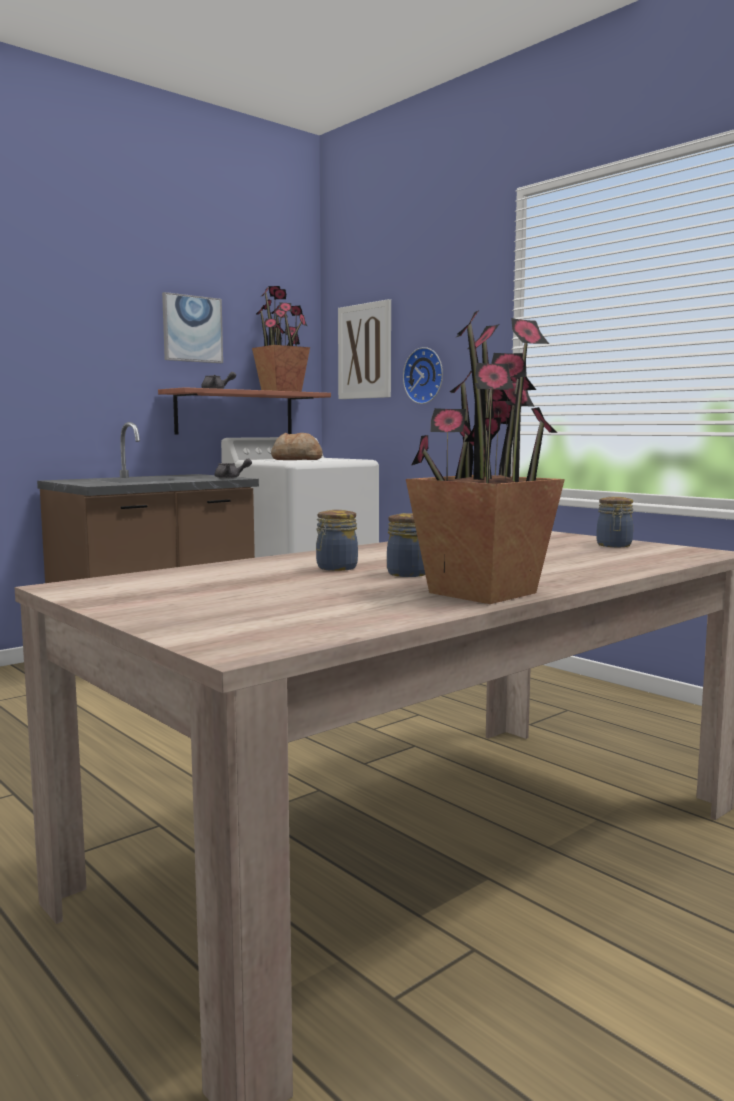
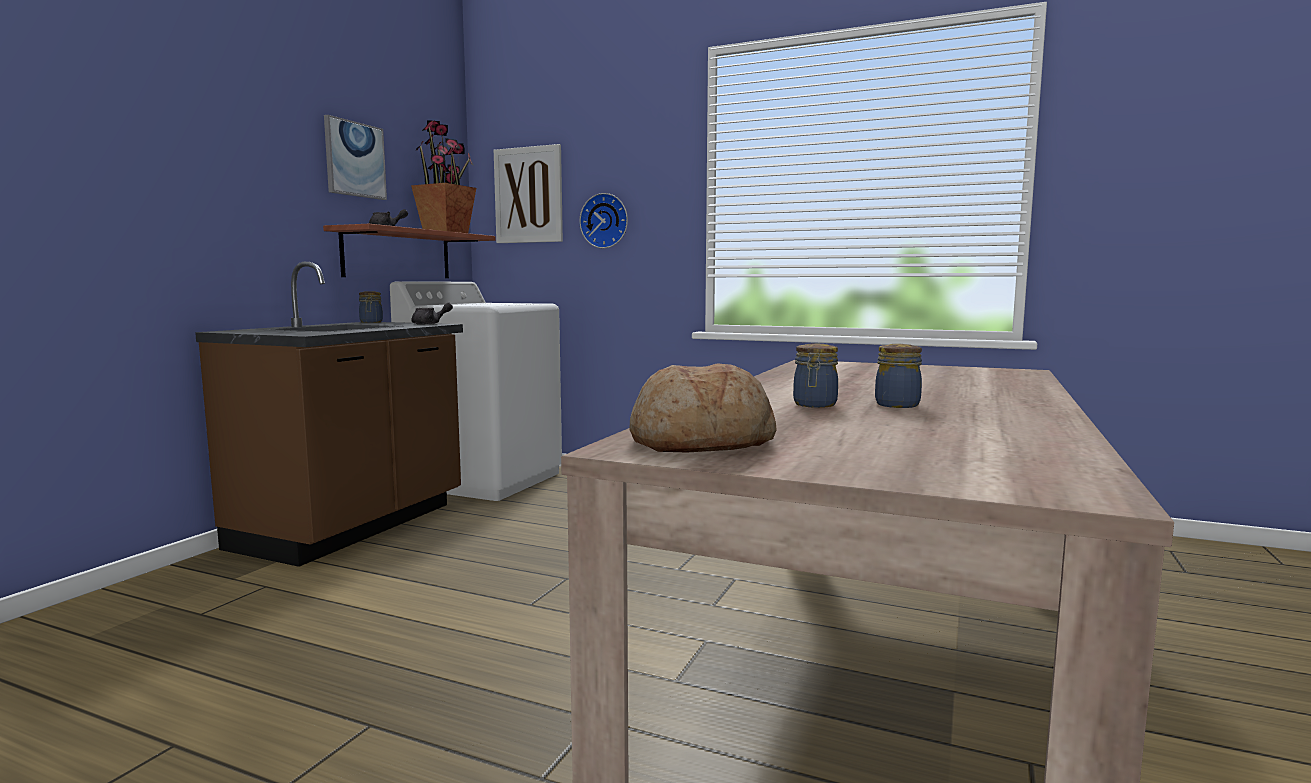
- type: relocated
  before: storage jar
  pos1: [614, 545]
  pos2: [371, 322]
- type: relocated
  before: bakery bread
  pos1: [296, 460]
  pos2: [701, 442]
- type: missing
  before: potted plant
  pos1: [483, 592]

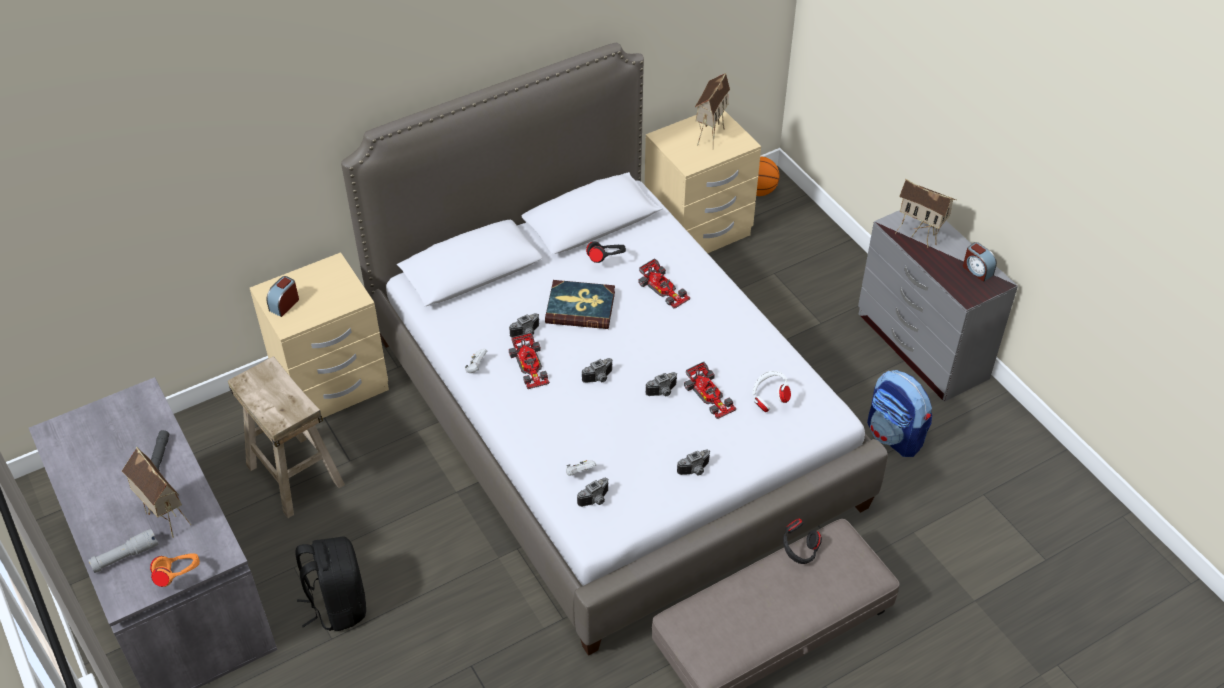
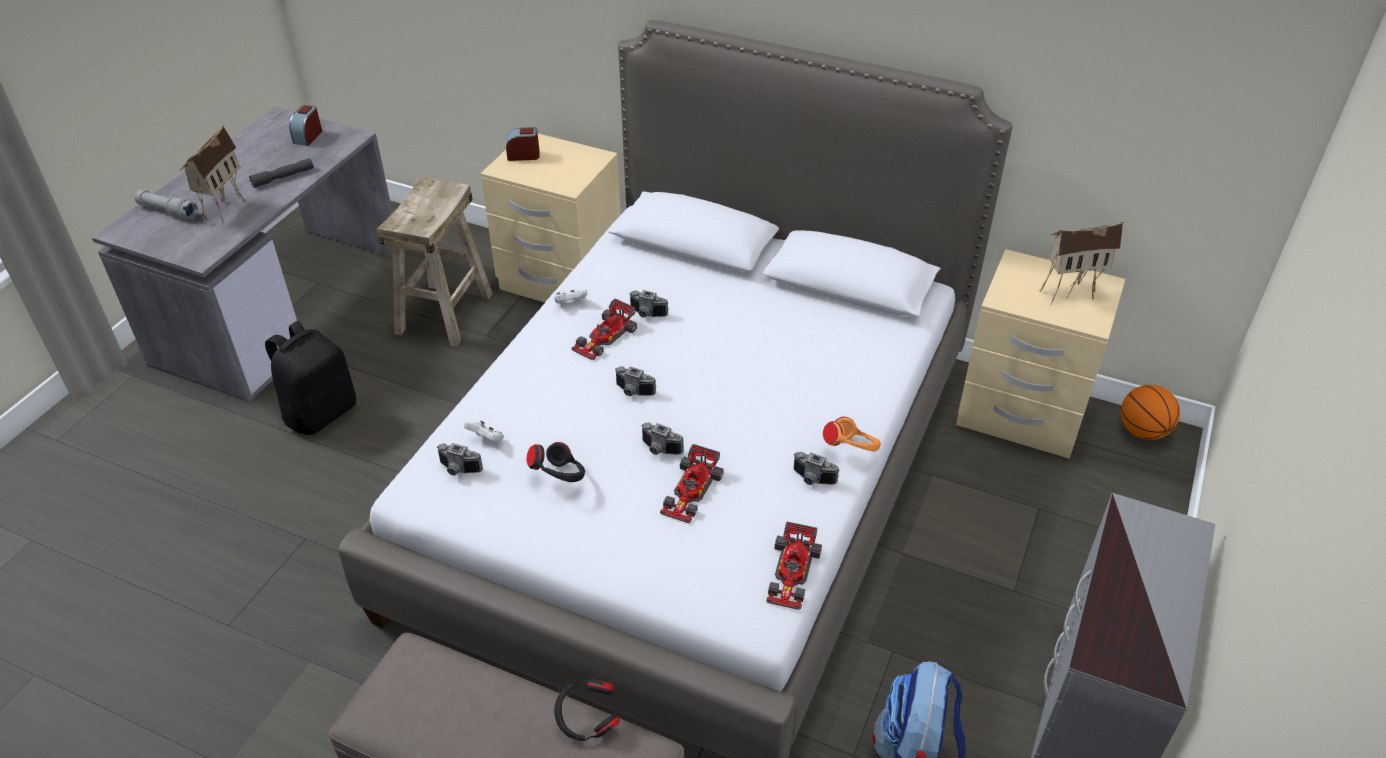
- type: relocated
  before: bedside clock
  pos1: [977, 270]
  pos2: [308, 136]
- type: relocated
  before: pair of headphones (blackish)
  pos1: [606, 260]
  pos2: [559, 477]
- type: relocated
  before: miniature car
  pos1: [664, 289]
  pos2: [792, 572]
- type: relocated
  before: still camera
  pos1: [695, 471]
  pos2: [812, 480]
- type: relocated
  before: pair of headphones (orange)
  pos1: [179, 576]
  pos2: [851, 450]
- type: missing
  before: book
  pos1: [580, 307]
- type: missing
  before: pair of headphones (whitish)
  pos1: [769, 399]
- type: missing
  before: toy house
  pos1: [919, 235]

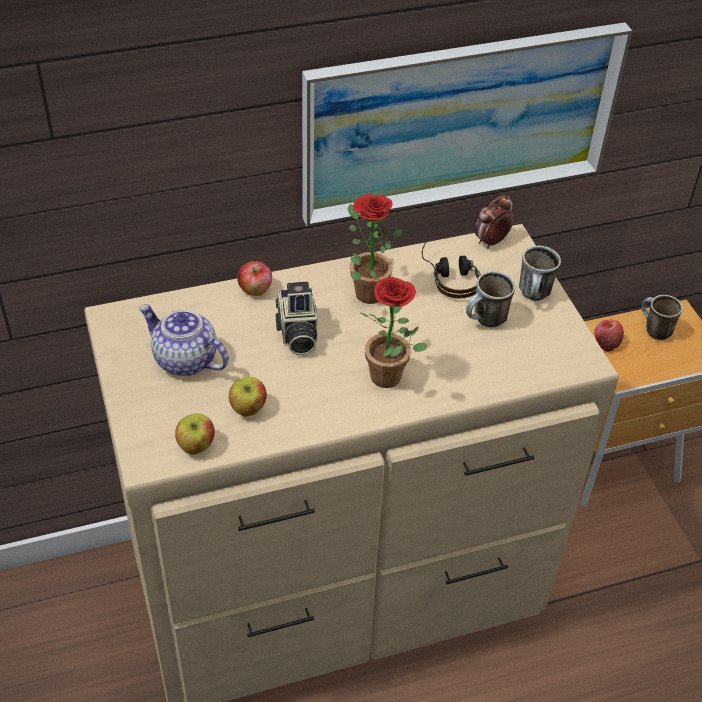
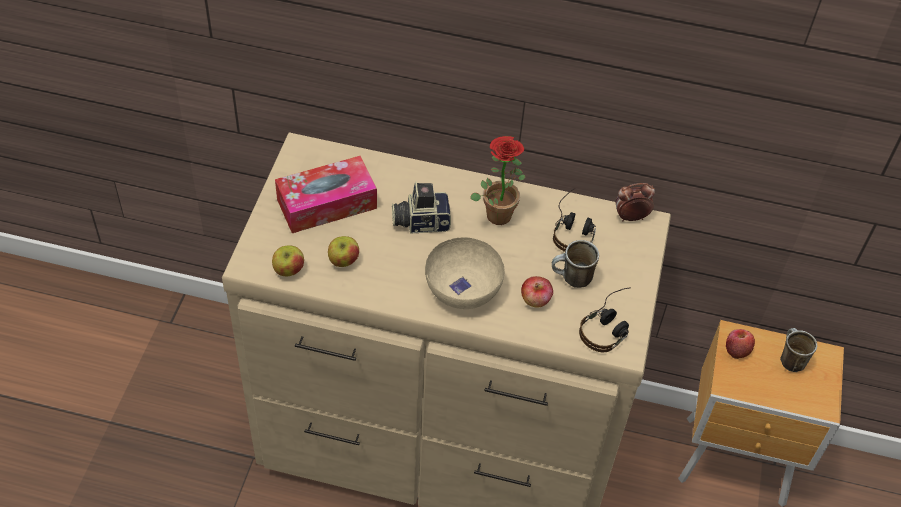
- type: exchanged
  before: pot for tea
  after: tissue holder
  pos1: [184, 360]
  pos2: [327, 204]
- type: spun
  before: still camera
  pos1: [296, 333]
  pos2: [420, 221]
  turn: 60
- type: exchanged
  before: potted plant
  after: serving bowl (beige-coloured)
  pos1: [392, 379]
  pos2: [462, 289]
- type: relocated
  before: whole apple
  pos1: [255, 289]
  pos2: [535, 300]
- type: appeared
  after: pair of headphones
  pos2: [609, 326]
- type: missing
  before: picture
  pos1: [460, 122]
- type: missing
  before: mug
  pos1: [535, 296]

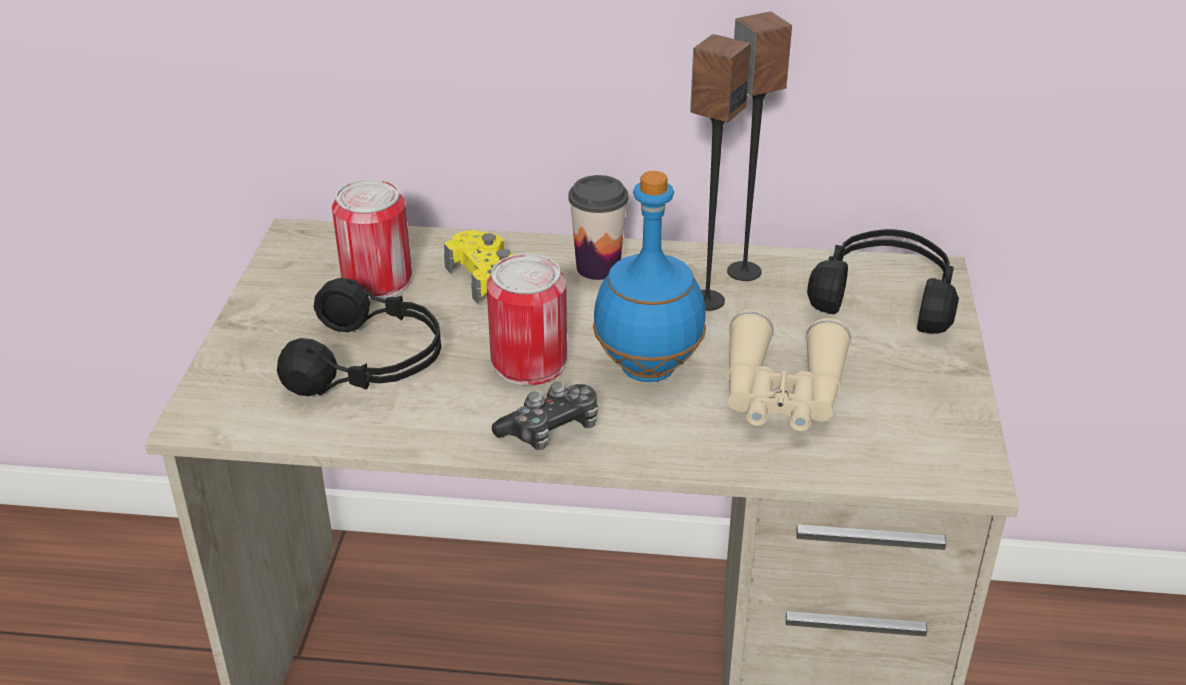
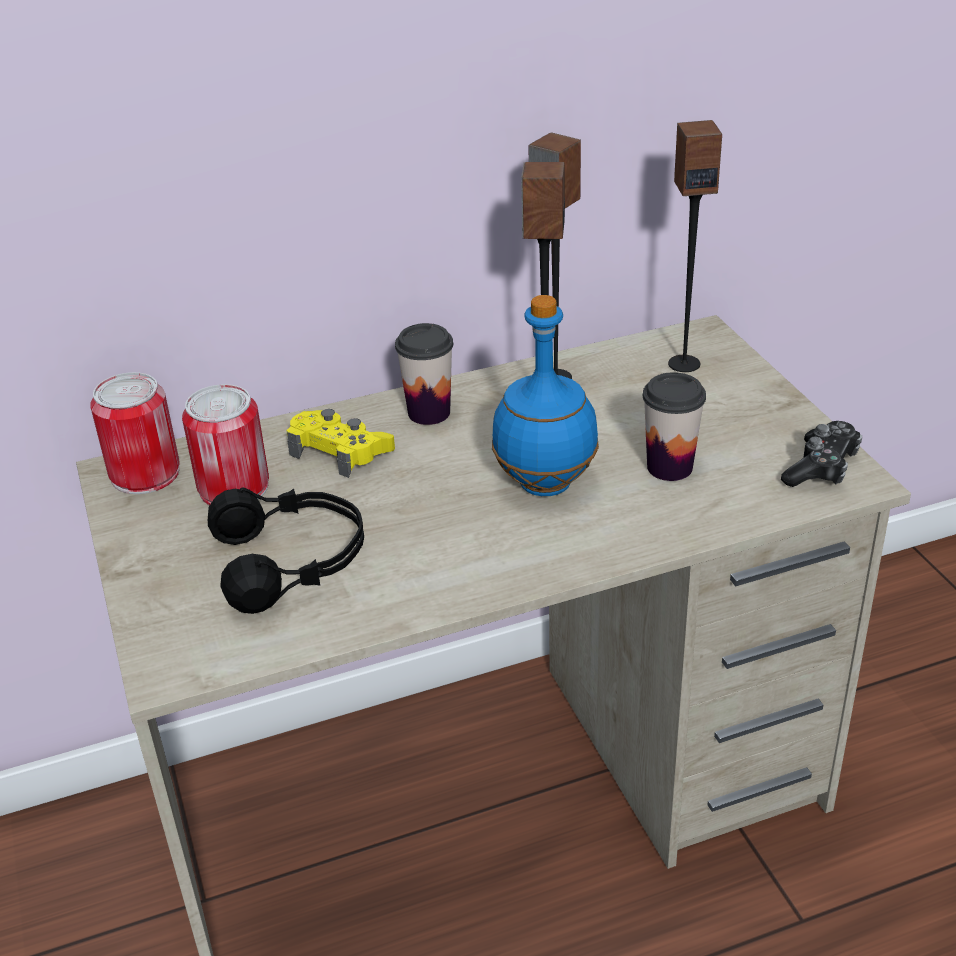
- type: relocated
  before: metal can
  pos1: [529, 363]
  pos2: [145, 474]
- type: exchanged
  before: field glasses (beige-coloured)
  after: cup
  pos1: [782, 393]
  pos2: [669, 467]
- type: exchanged
  before: pair of headphones (blackish)
  after: speaker
  pos1: [886, 296]
  pos2: [684, 363]
- type: relocated
  before: joypad
  pos1: [551, 429]
  pos2: [821, 467]

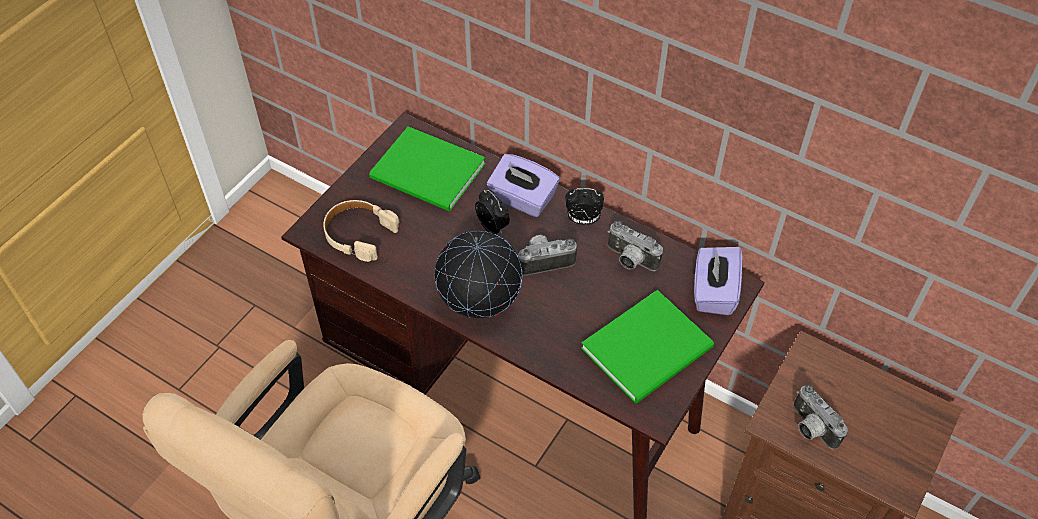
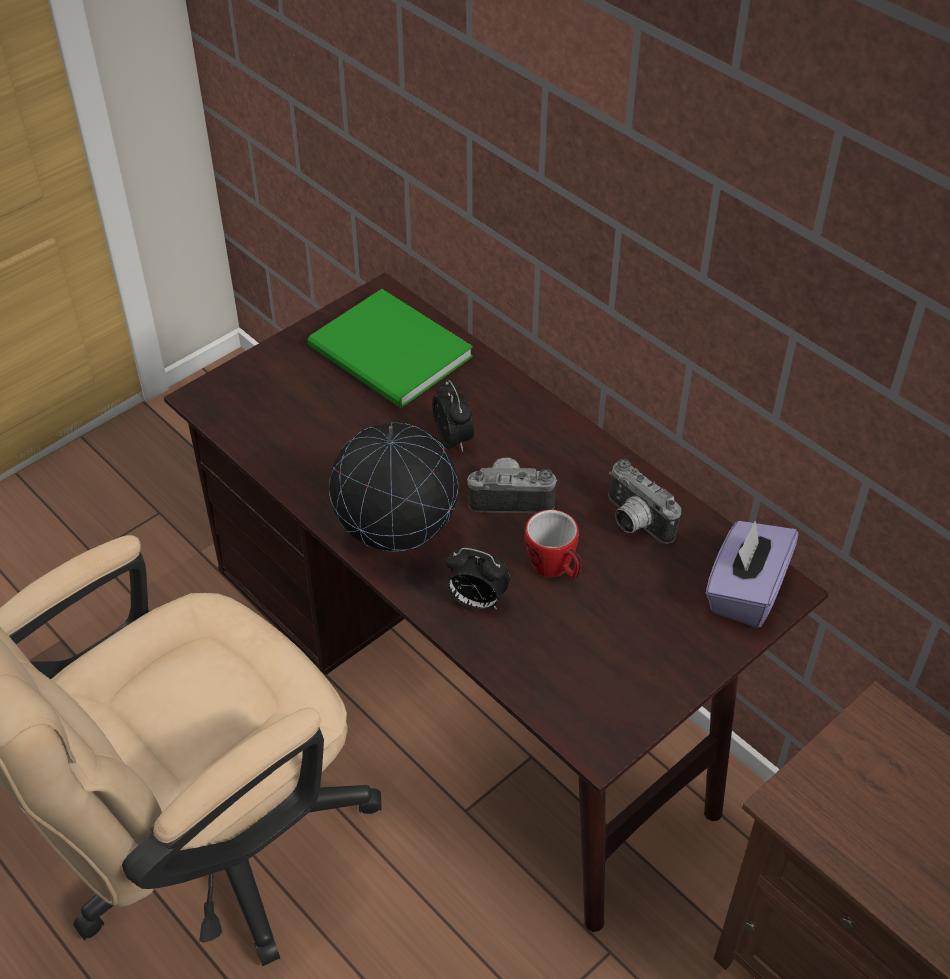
- type: relocated
  before: bedside clock
  pos1: [582, 220]
  pos2: [476, 601]
- type: appeared
  after: mug
  pos2: [555, 568]
- type: missing
  before: pair of headphones (beige-coloured)
  pos1: [359, 234]
- type: missing
  before: tissue holder (purple)
  pos1: [522, 199]
- type: missing
  before: book (green-coloured)
  pos1: [651, 348]
- type: missing
  before: still camera
  pos1: [810, 428]

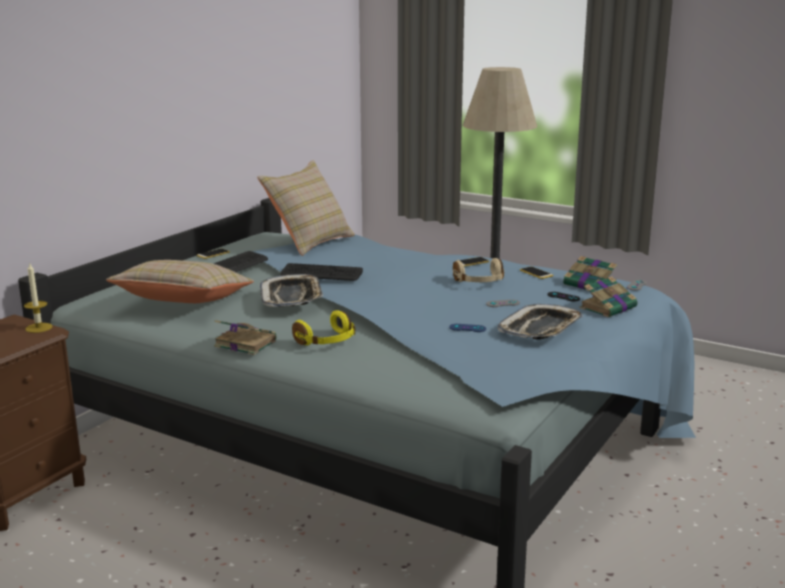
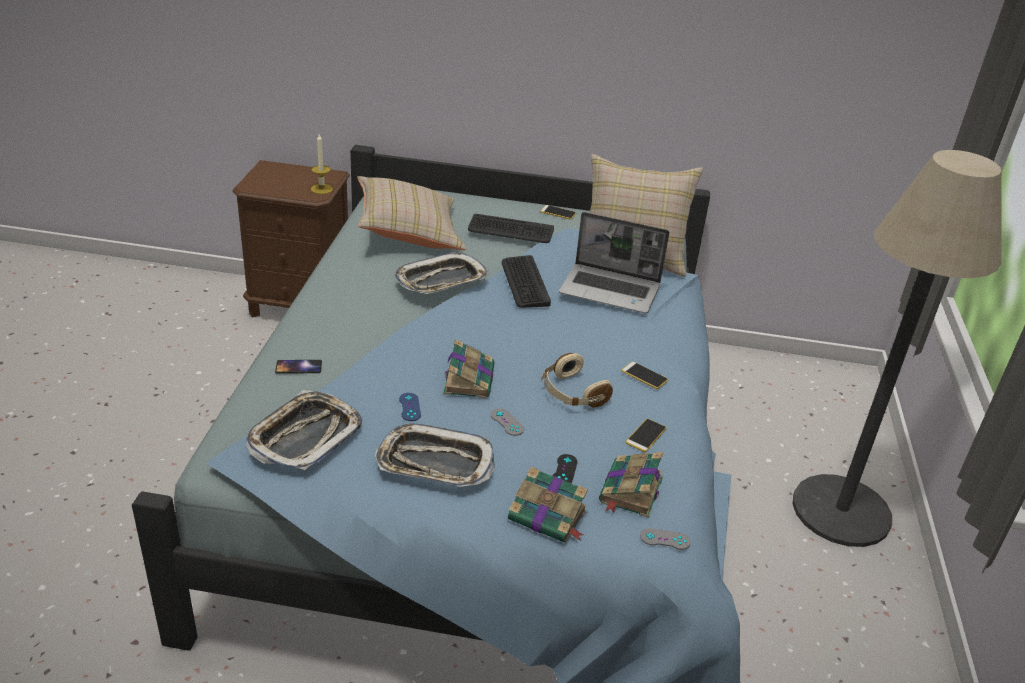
- type: appeared
  after: tray
  pos2: [305, 436]
- type: appeared
  after: phone
  pos2: [298, 367]
- type: relocated
  before: book
  pos1: [244, 343]
  pos2: [469, 379]
- type: appeared
  after: laptop
  pos2: [611, 290]
- type: missing
  before: pair of headphones (yellow-coloured)
  pos1: [327, 342]

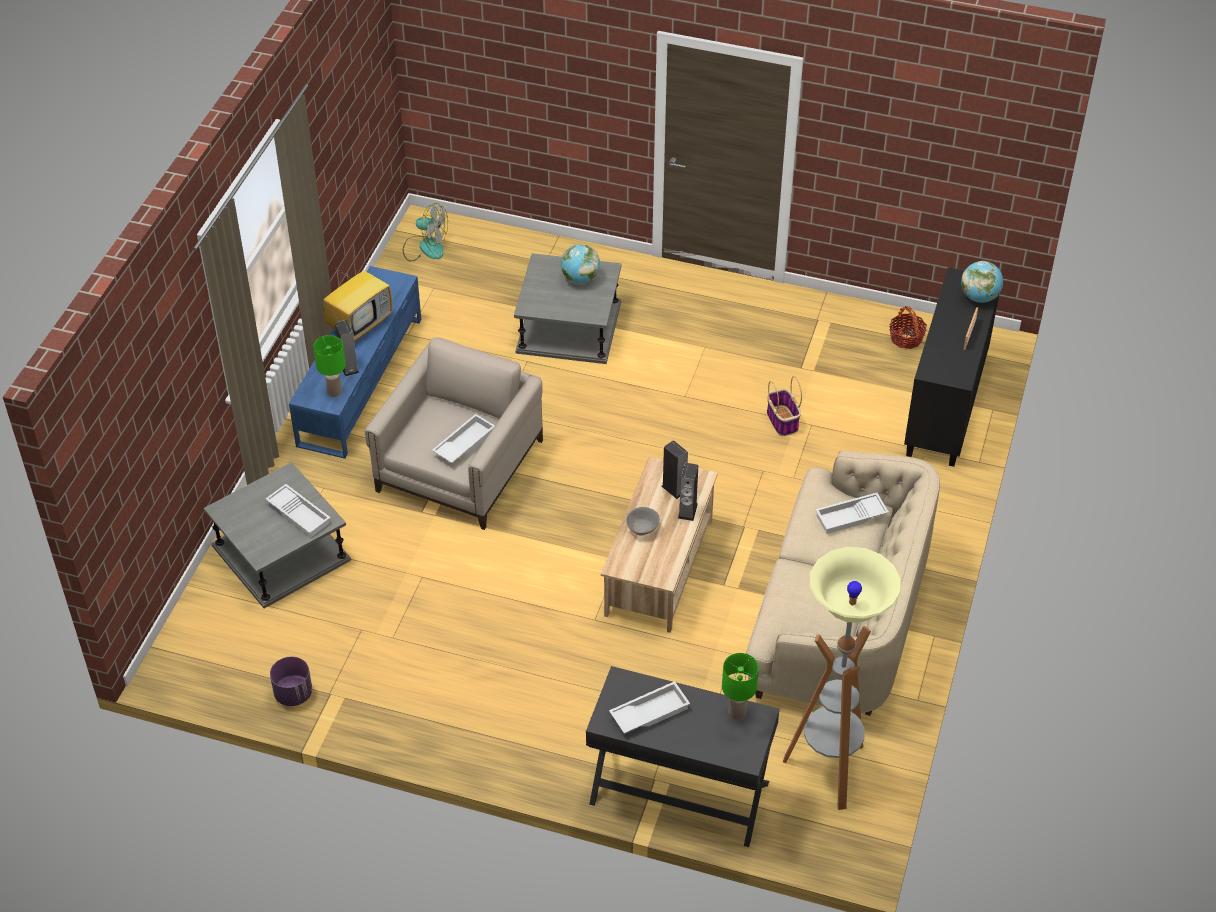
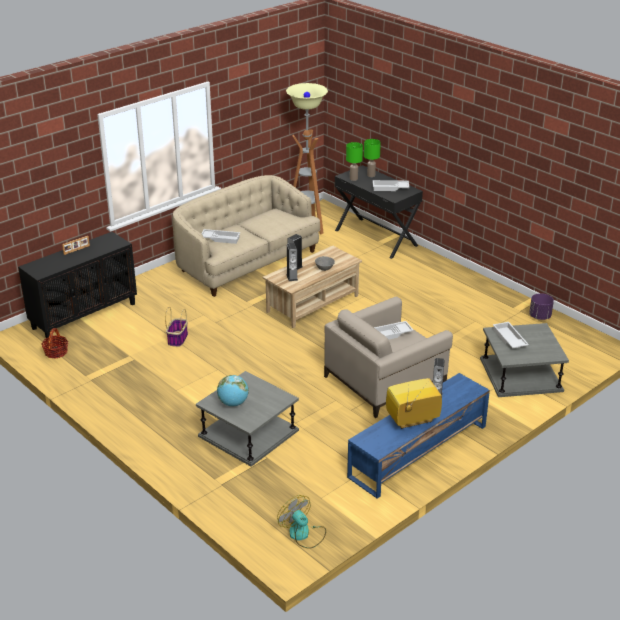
- type: relocated
  before: lamp for a table (green-coloured)
  pos1: [334, 392]
  pos2: [371, 175]
- type: missing
  before: world globe
  pos1: [979, 297]

